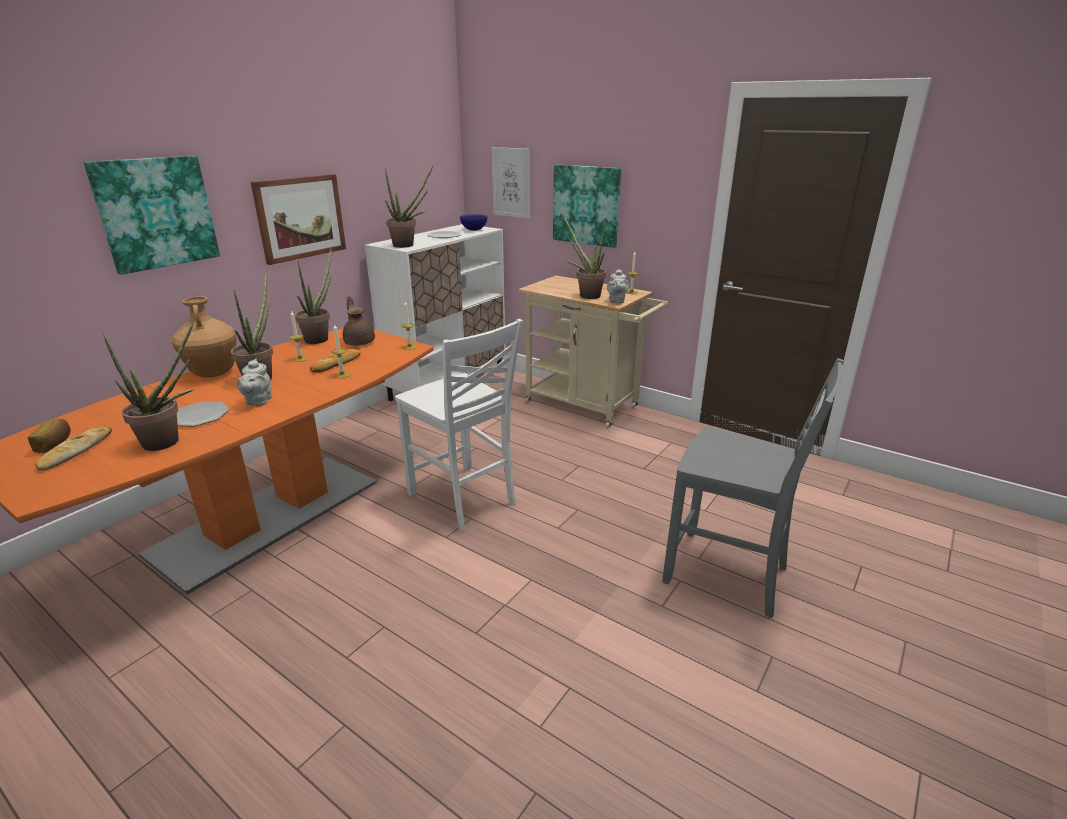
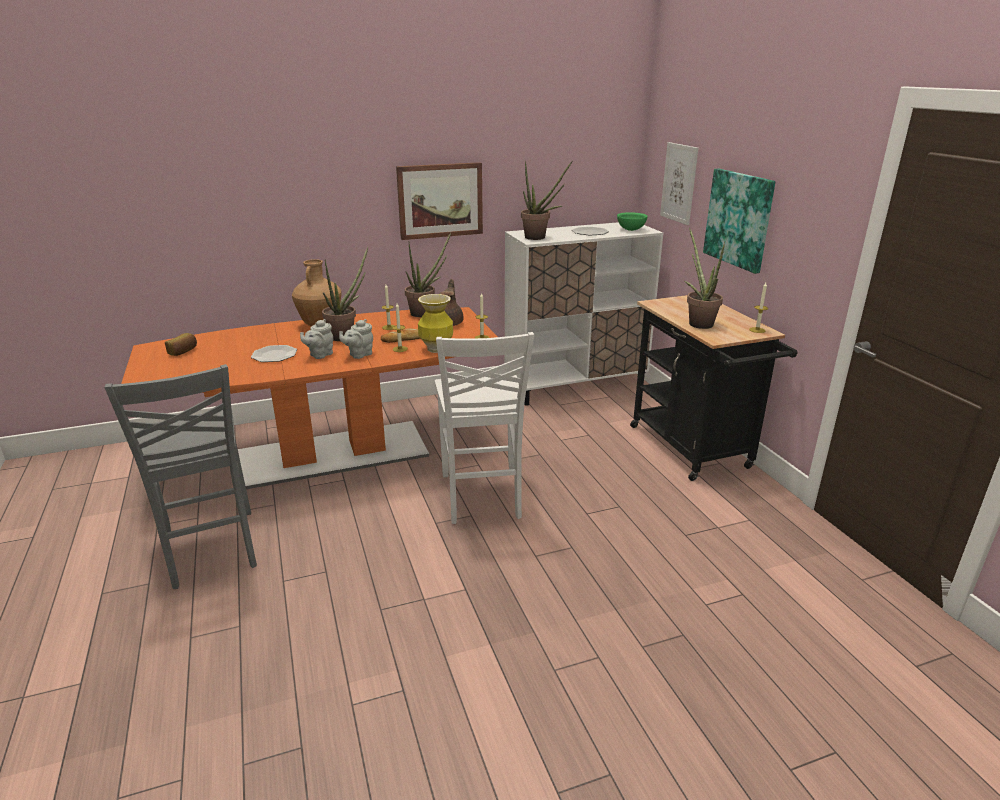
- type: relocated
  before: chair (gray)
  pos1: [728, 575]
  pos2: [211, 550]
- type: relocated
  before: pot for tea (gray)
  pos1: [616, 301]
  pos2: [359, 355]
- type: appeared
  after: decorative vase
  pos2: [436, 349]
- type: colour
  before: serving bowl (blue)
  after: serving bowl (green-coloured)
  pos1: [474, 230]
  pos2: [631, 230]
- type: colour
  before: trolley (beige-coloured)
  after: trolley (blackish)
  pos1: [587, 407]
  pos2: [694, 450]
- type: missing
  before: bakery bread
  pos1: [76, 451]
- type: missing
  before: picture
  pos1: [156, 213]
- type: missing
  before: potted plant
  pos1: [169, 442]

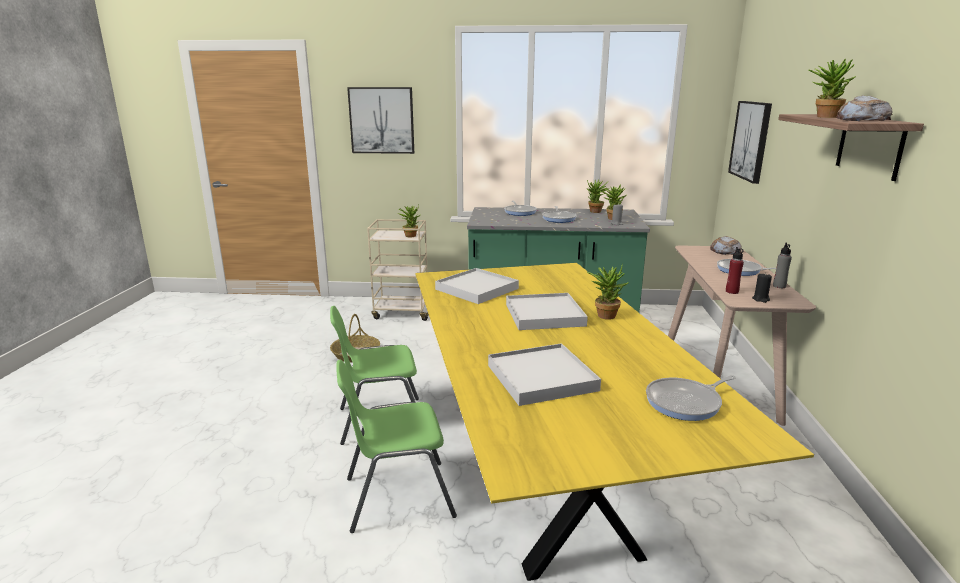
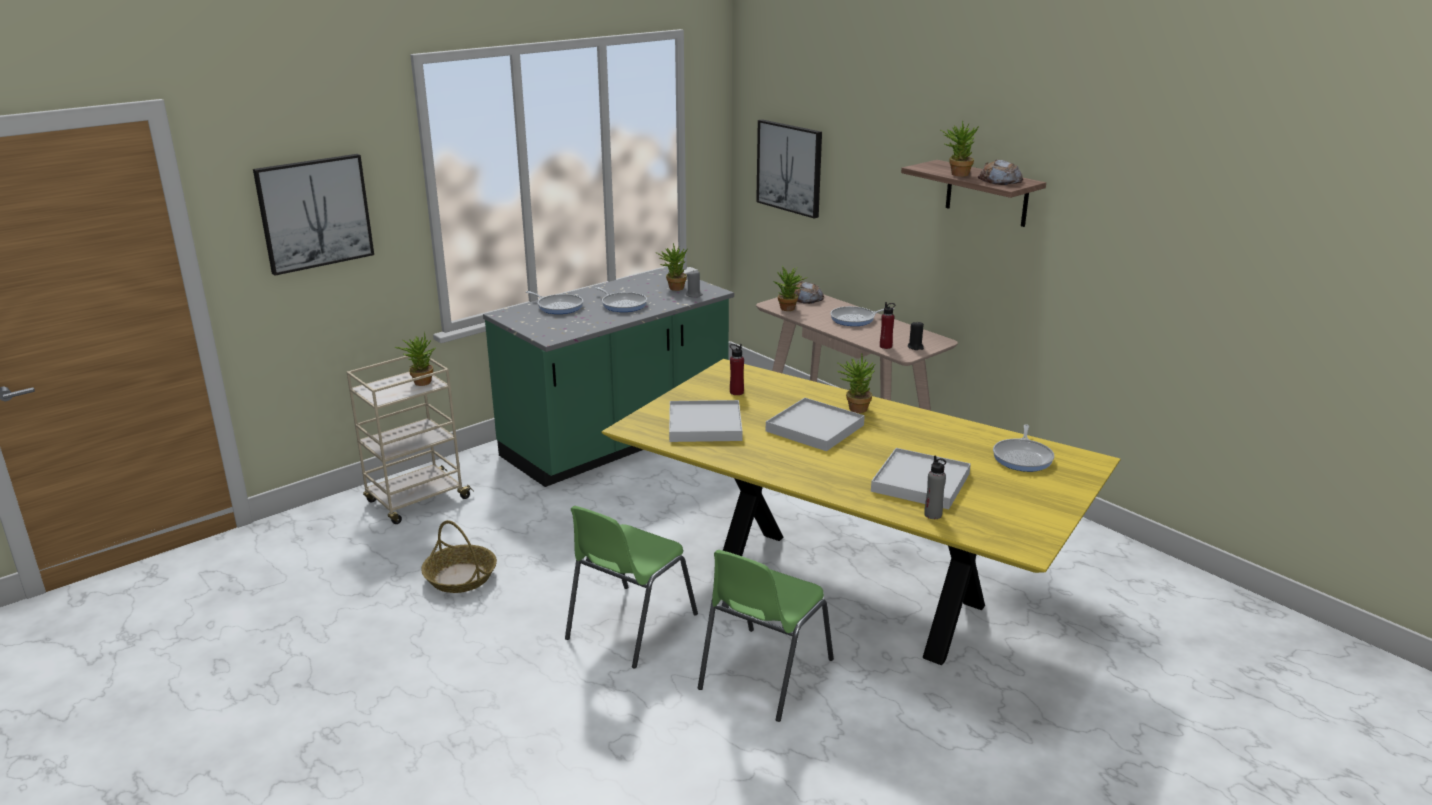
- type: appeared
  after: bottle (reddish)
  pos2: [736, 392]
- type: relocated
  before: potted plant
  pos1: [595, 212]
  pos2: [789, 309]
- type: relocated
  before: bottle (gray)
  pos1: [779, 286]
  pos2: [933, 515]

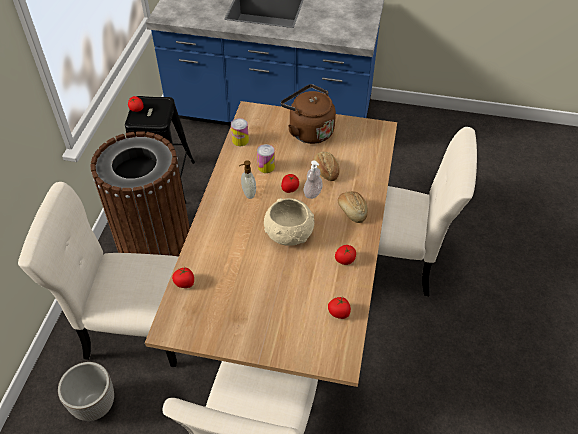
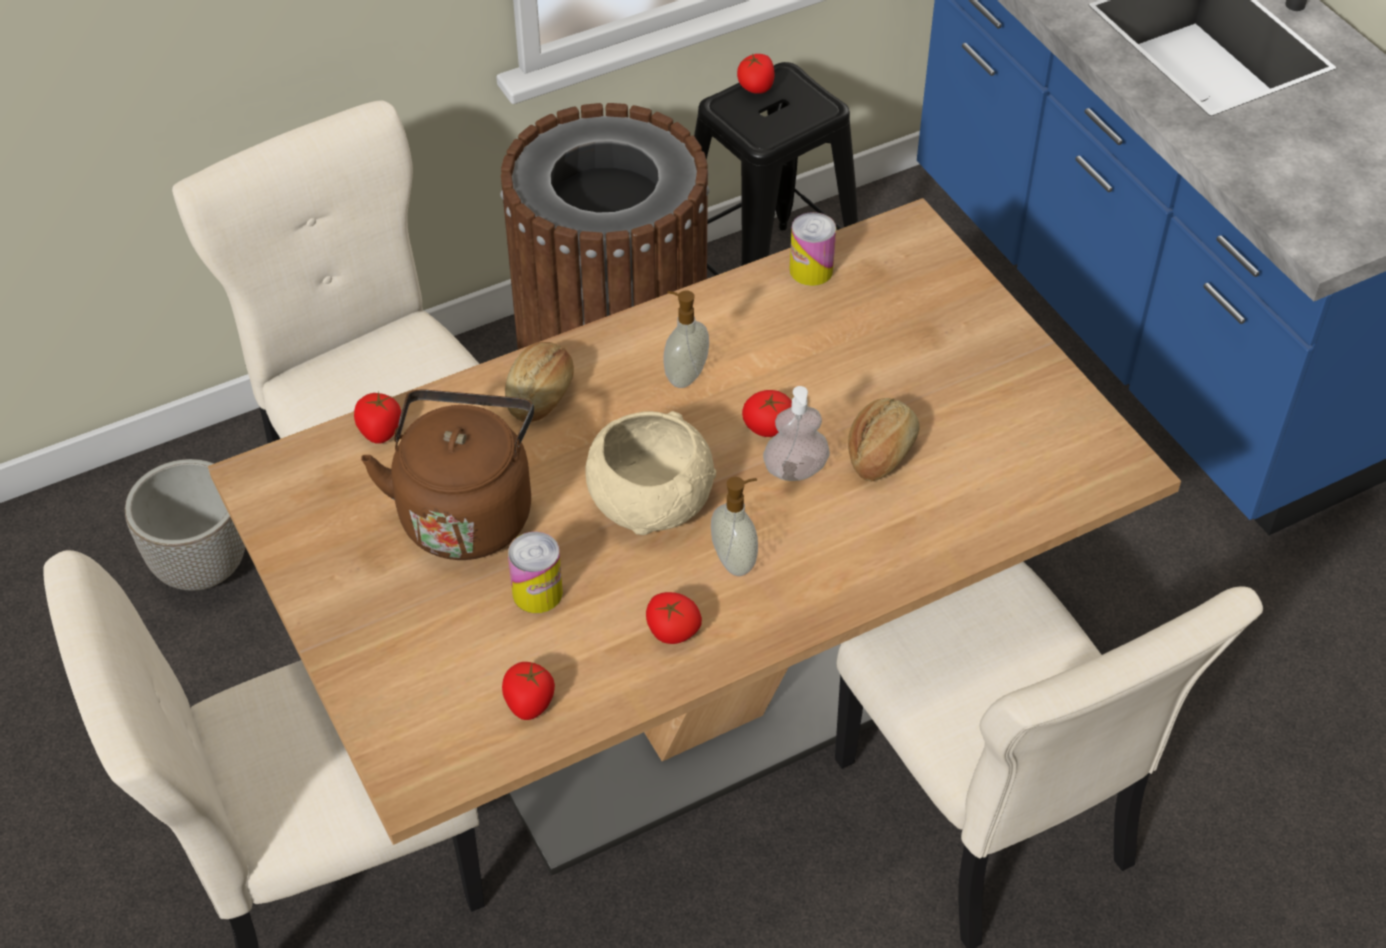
- type: relocated
  before: tea kettle (brown)
  pos1: [308, 131]
  pos2: [466, 511]
- type: relocated
  before: bakery bread
  pos1: [352, 211]
  pos2: [542, 393]
- type: relocated
  before: metal can
  pos1: [266, 167]
  pos2: [537, 593]
- type: appeared
  after: soap dispenser
  pos2: [735, 560]

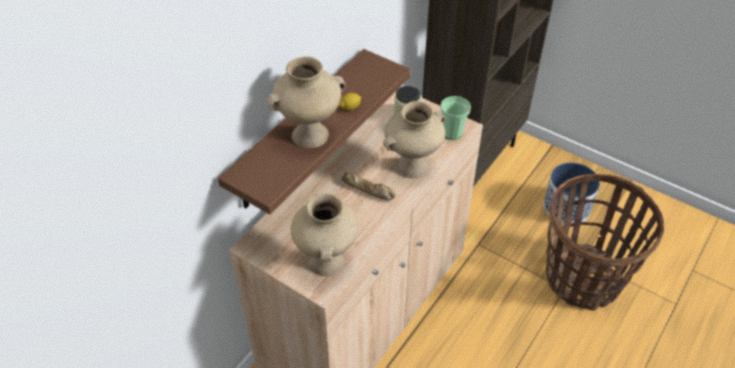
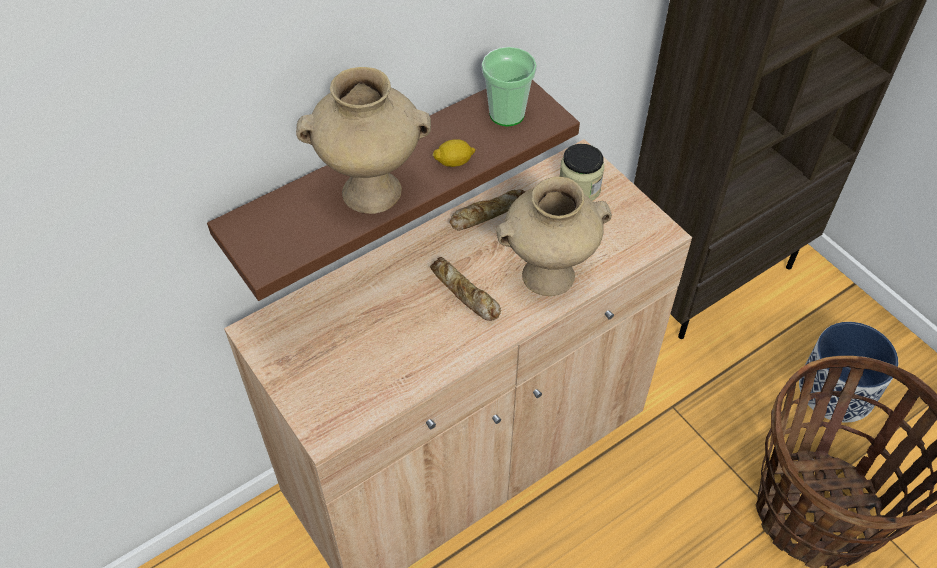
- type: appeared
  after: bakery bread
  pos2: [489, 213]
- type: relocated
  before: cup
  pos1: [452, 132]
  pos2: [507, 114]
- type: missing
  before: decorative vase (beige-coloured)
  pos1: [327, 262]

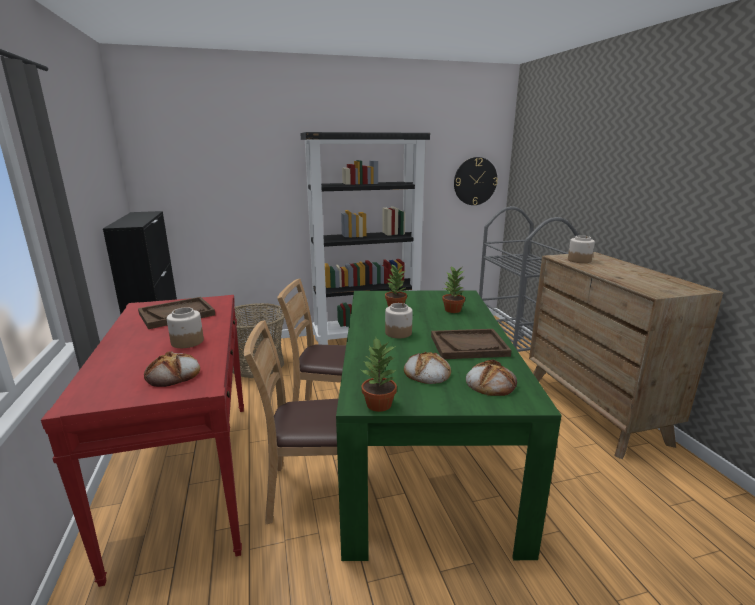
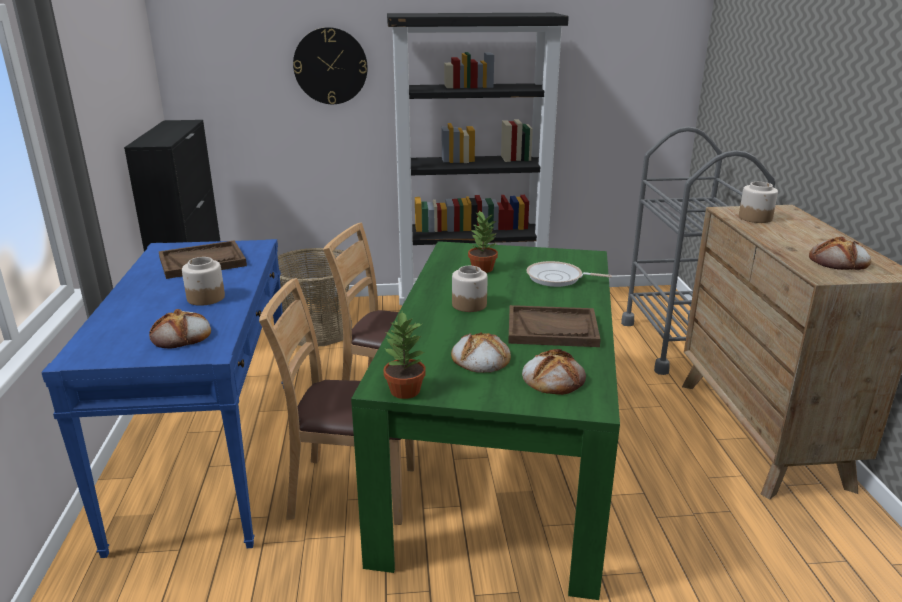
- type: colour
  before: narrow table (reddish)
  after: narrow table (blue)
  pos1: [188, 475]
  pos2: [210, 456]
- type: relocated
  before: wall clock
  pos1: [475, 181]
  pos2: [330, 66]
- type: exchanged
  before: potted plant
  after: skillet
  pos1: [453, 310]
  pos2: [557, 278]
- type: appeared
  after: bakery bread
  pos2: [839, 261]

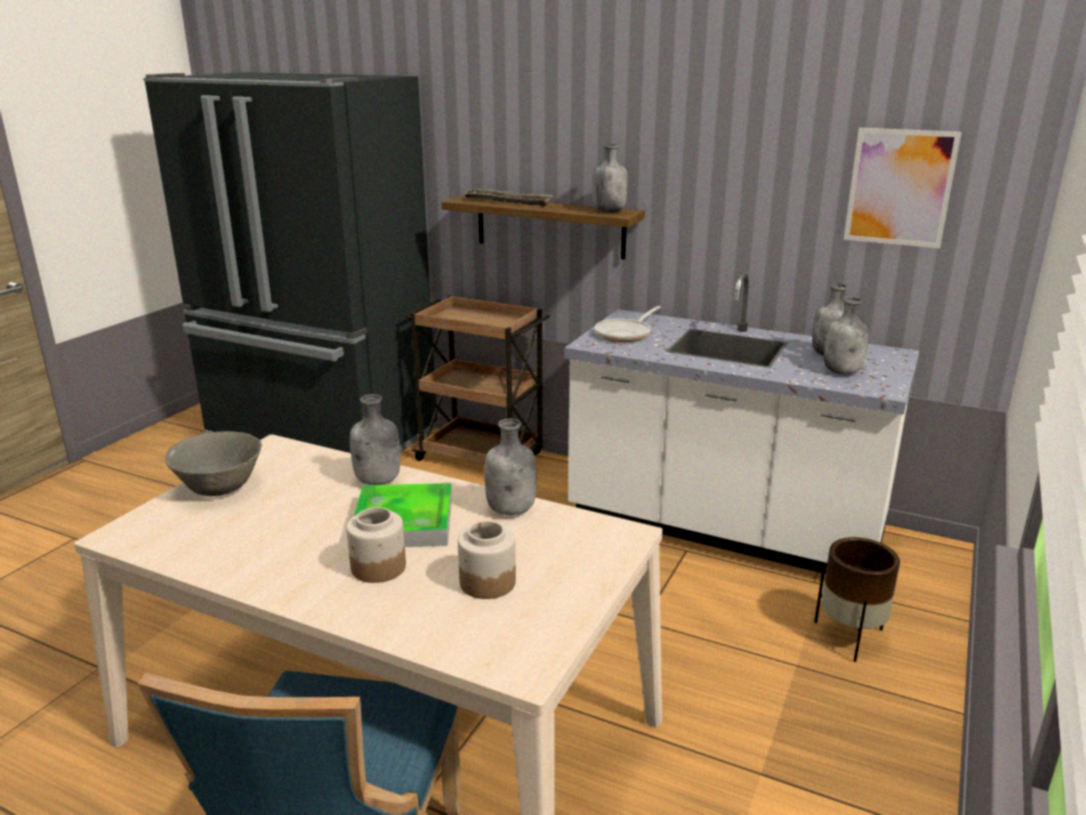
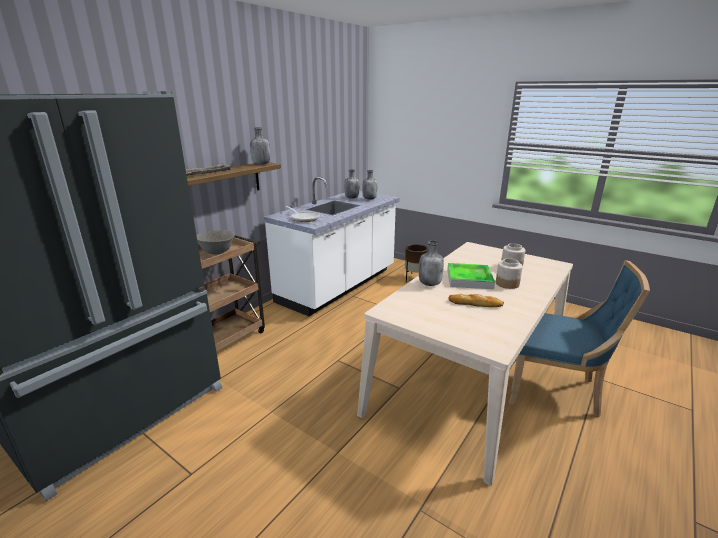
- type: relocated
  before: serving bowl (gray)
  pos1: [220, 488]
  pos2: [217, 252]
- type: appeared
  after: bakery bread
  pos2: [475, 304]
- type: missing
  before: bottle (gray)
  pos1: [512, 510]
- type: missing
  before: picture
  pos1: [900, 187]

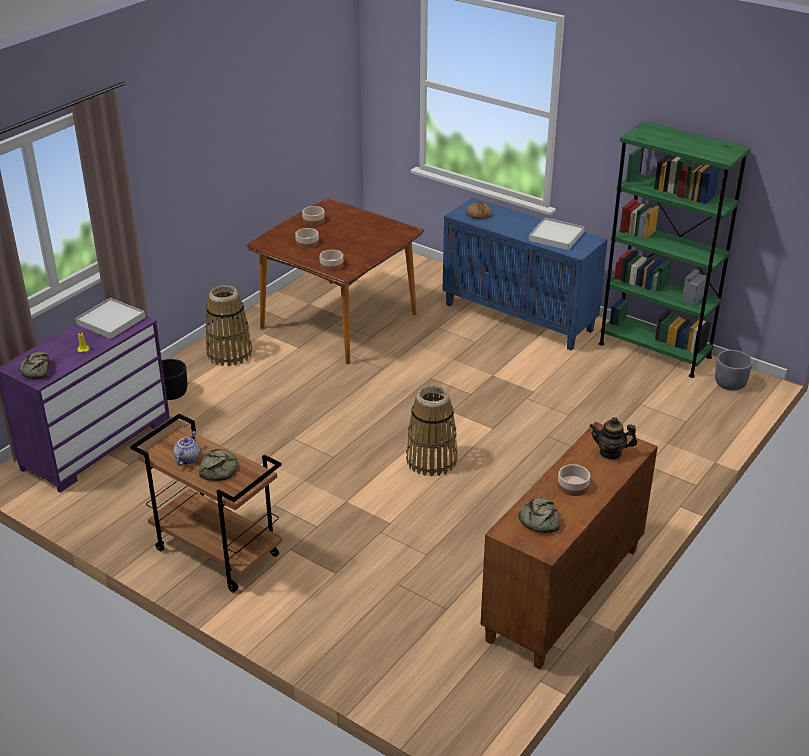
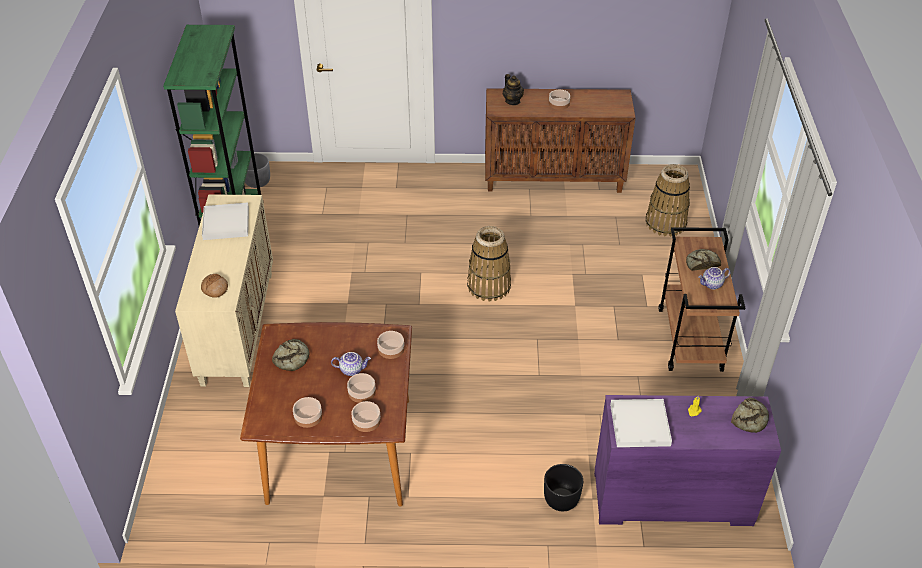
- type: colour
  before: cupboard (blue)
  after: cupboard (beige-coloured)
  pos1: [519, 317]
  pos2: [237, 327]
- type: relocated
  before: bakery bread
  pos1: [539, 520]
  pos2: [292, 358]
- type: appeared
  after: pot for tea
  pos2: [352, 369]
- type: appeared
  after: serving bowl
  pos2: [366, 420]
- type: relocated
  before: household basket
  pos1: [229, 353]
  pos2: [665, 223]

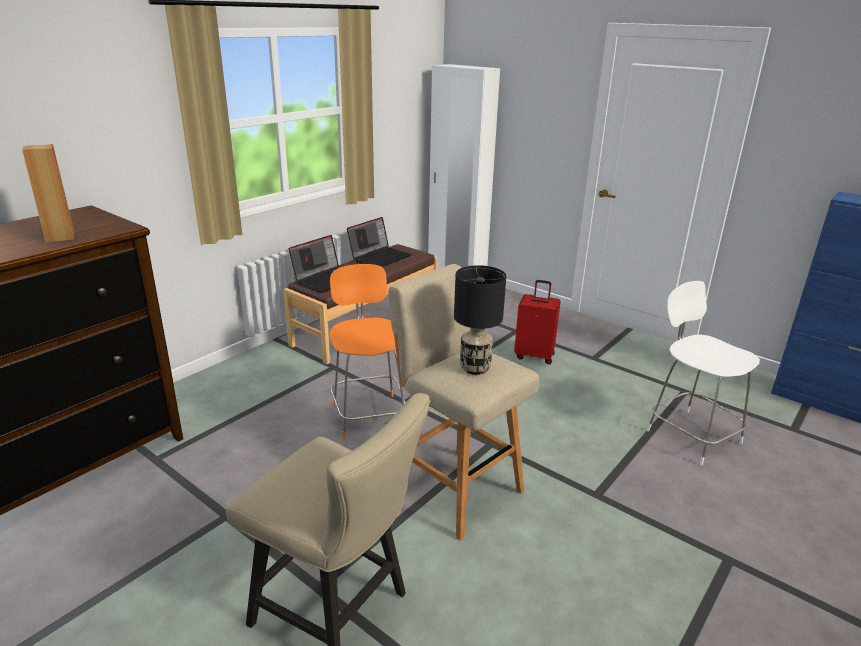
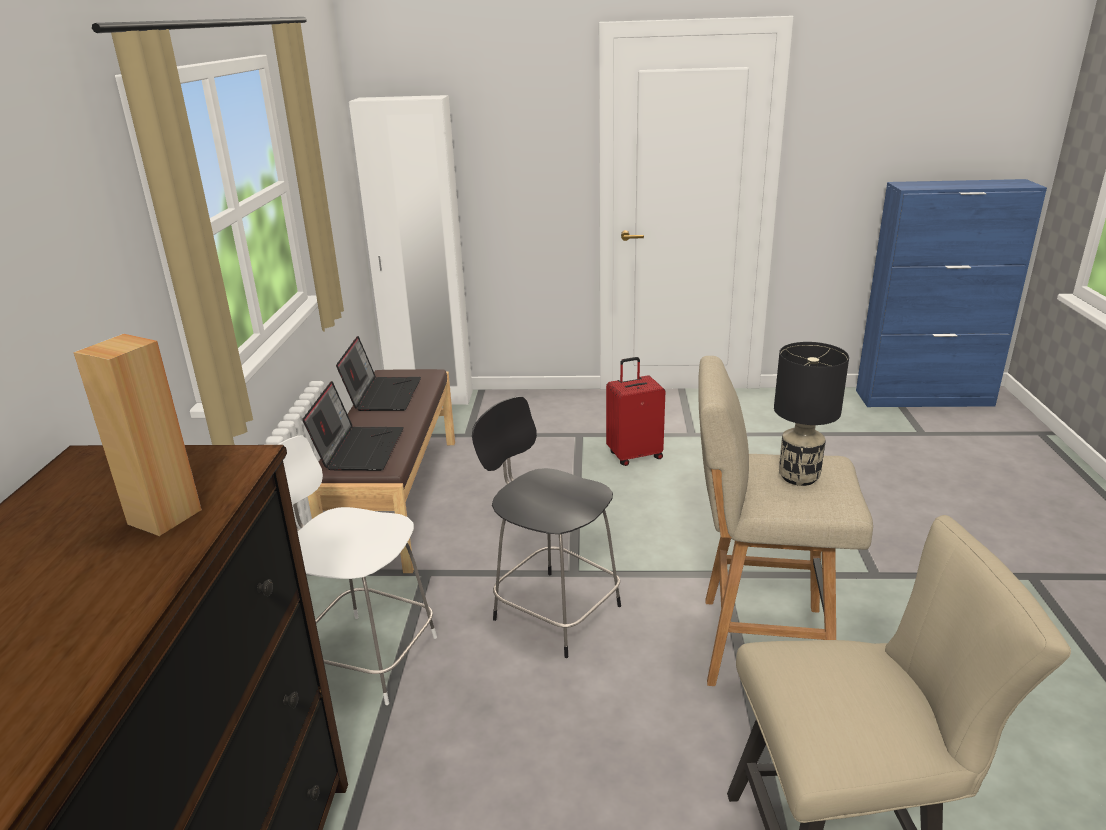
- type: relocated
  before: chair (whitish)
  pos1: [690, 435]
  pos2: [366, 656]
- type: colour
  before: chair (orange)
  after: chair (blackish)
  pos1: [368, 414]
  pos2: [553, 610]

